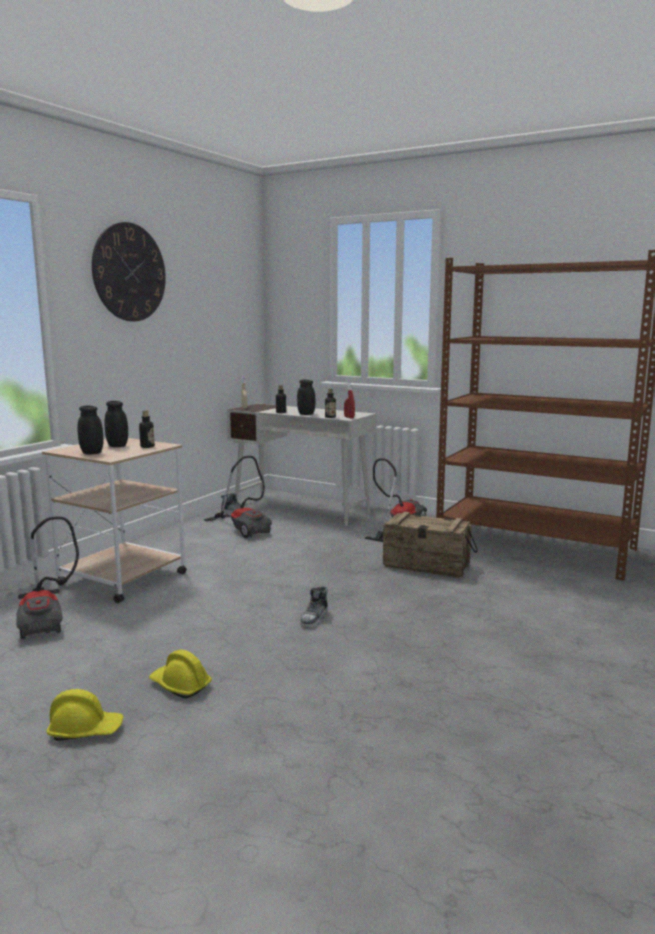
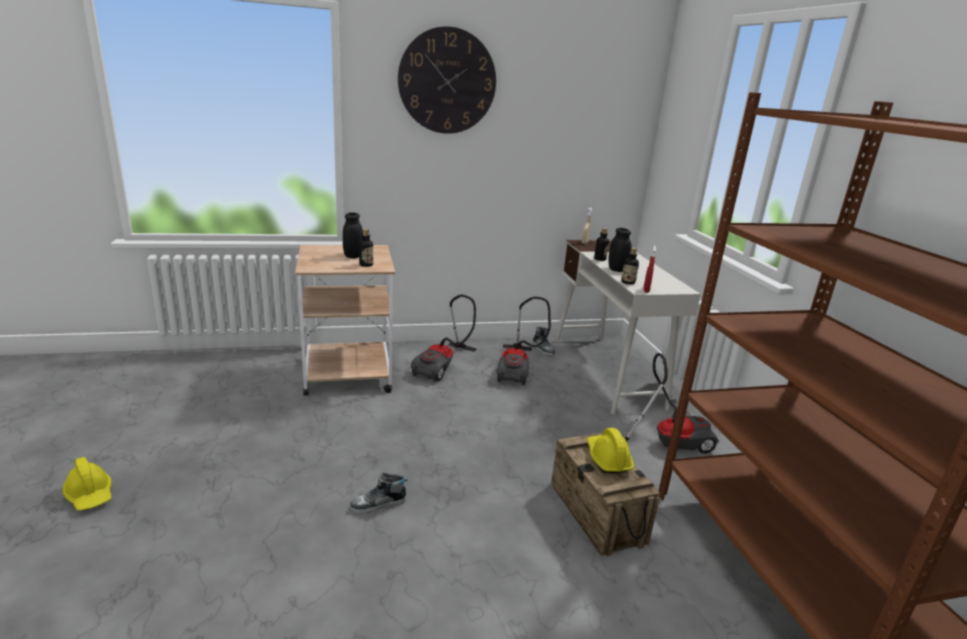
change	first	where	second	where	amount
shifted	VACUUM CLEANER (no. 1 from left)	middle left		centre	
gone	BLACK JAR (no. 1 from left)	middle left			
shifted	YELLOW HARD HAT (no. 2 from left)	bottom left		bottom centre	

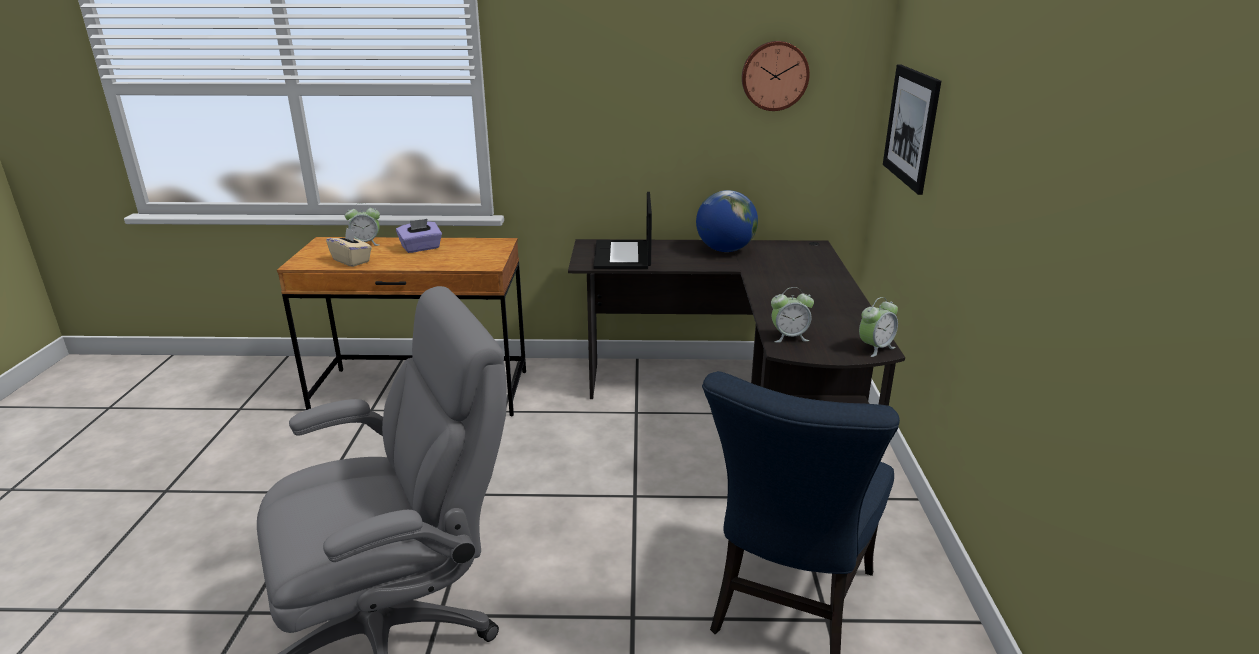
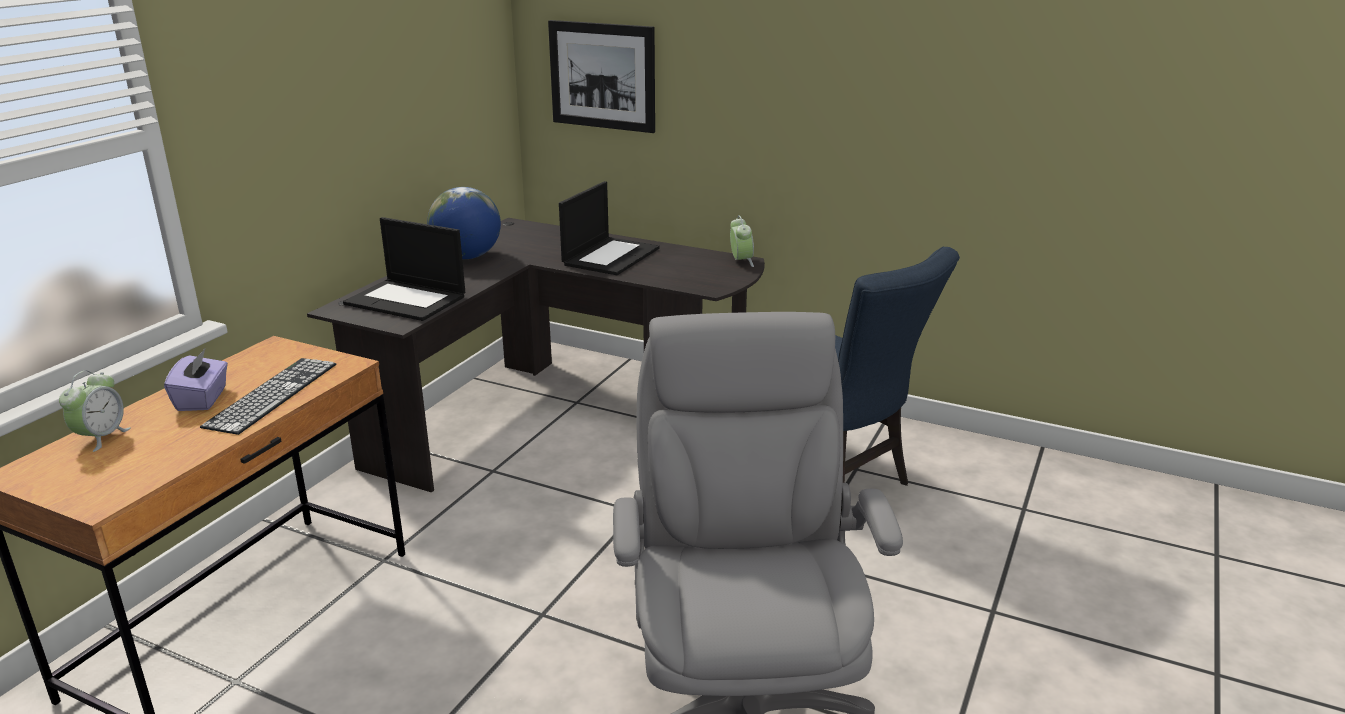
change	first	where	second	where	amount
gone	BEIGE TISSUE BOX	middle left			
gone	WALL CLOCK	top centre			
gone	ALARM CLOCK (no. 2 from left)	centre			
new			KEYBOARD	middle left	
new			LAPTOP (no. 2 from left)	top centre	

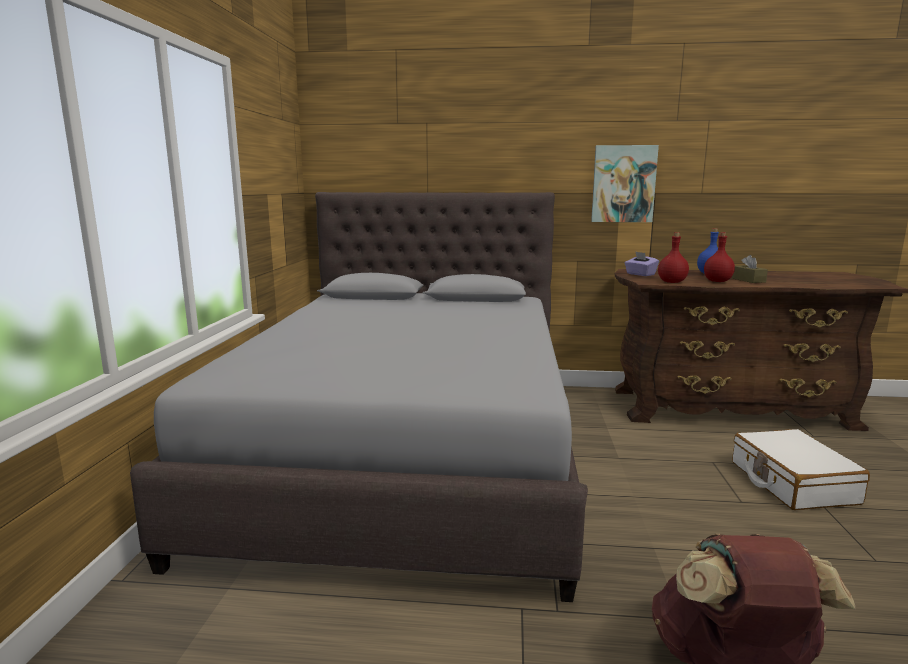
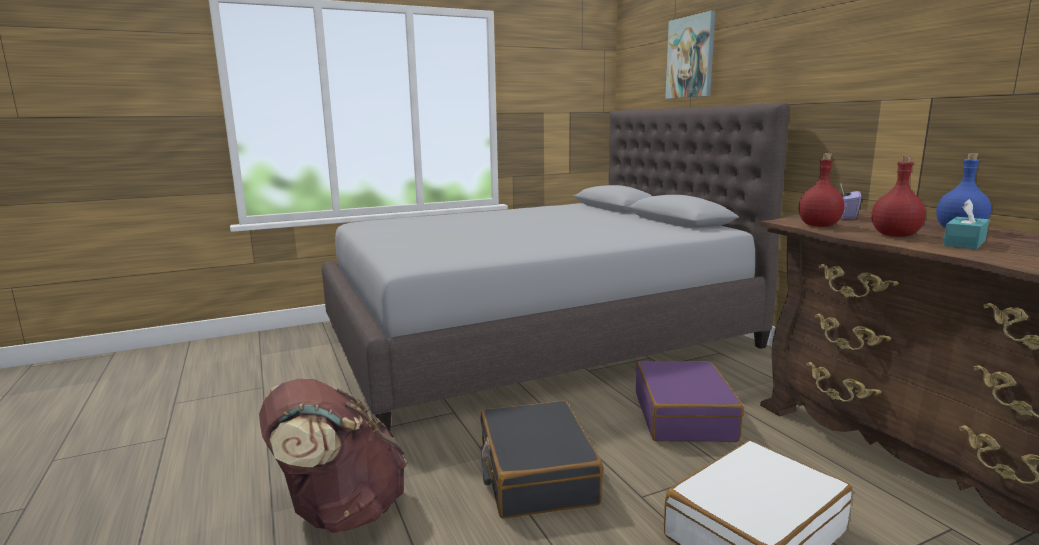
change	first	where	second	where	amount
shifted	PICTURE	top right		top centre	
repainted	BROWN TISSUE BOX	middle right	TURQUOISE TISSUE BOX	middle right	
new			BLACK SUITCASE	bottom centre	
new			PURPLE SUITCASE	bottom centre	

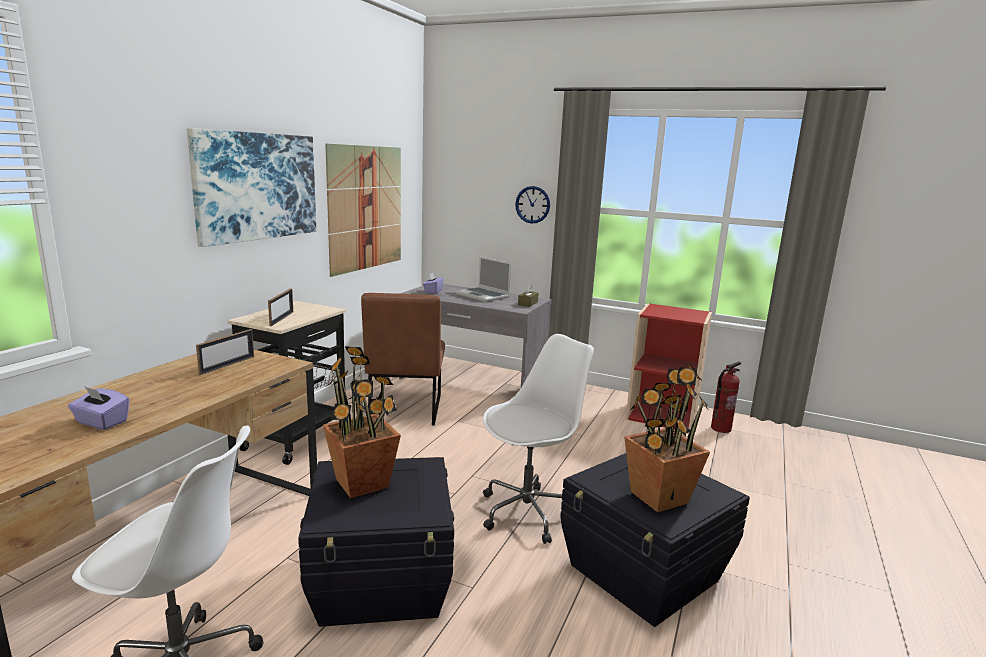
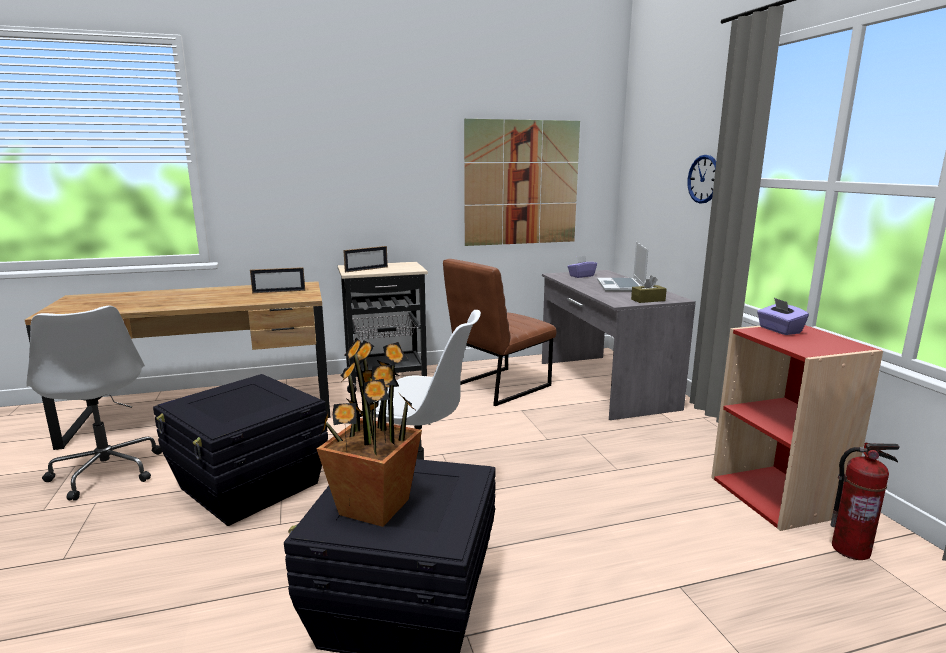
change	first	where	second	where	amount
shifted	PURPLE TISSUE BOX (no. 1 from left in the first image)	middle left	PURPLE TISSUE BOX (no. 2 from left)	middle right	
gone	PICTURE (no. 1 from left)	top left			
gone	POTTED PLANT (no. 1 from left)	centre			

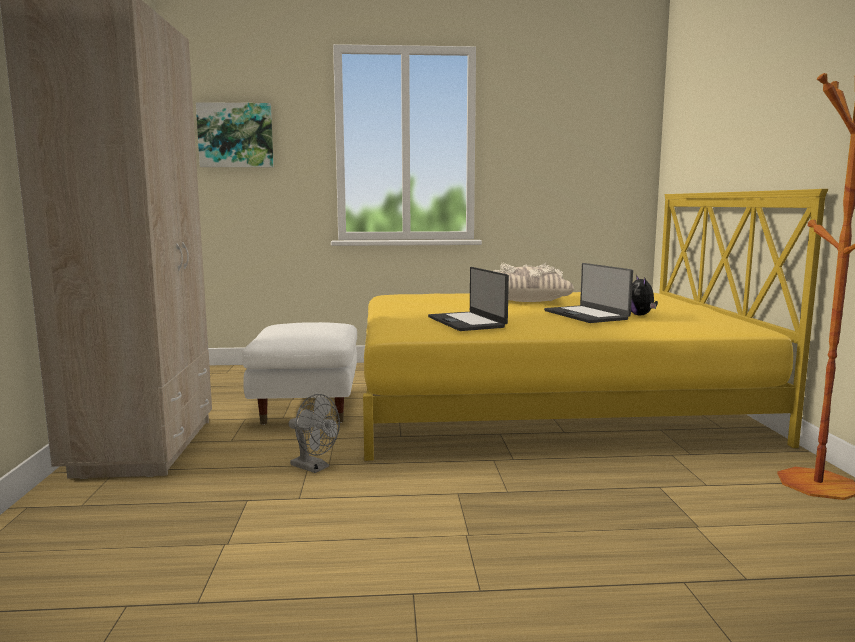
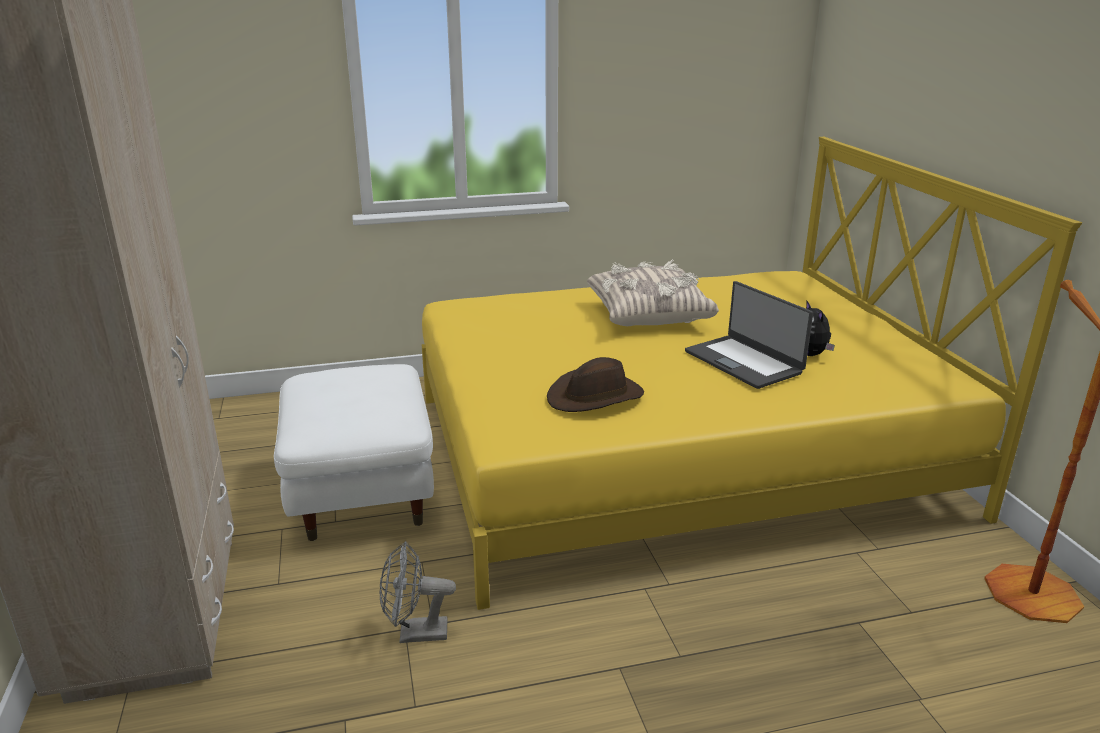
change	first	where	second	where	amount
gone	PICTURE	top left			
rotated	GREY FAN	bottom centre		bottom centre	150 degrees clockwise
swapped	LAPTOP (no. 1 from left)	centre	BROWN HAT	centre	

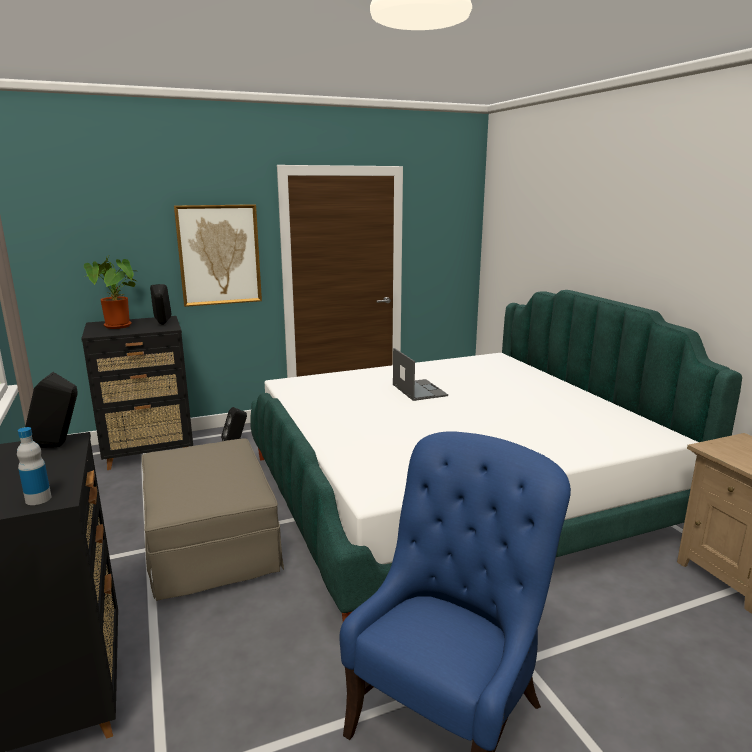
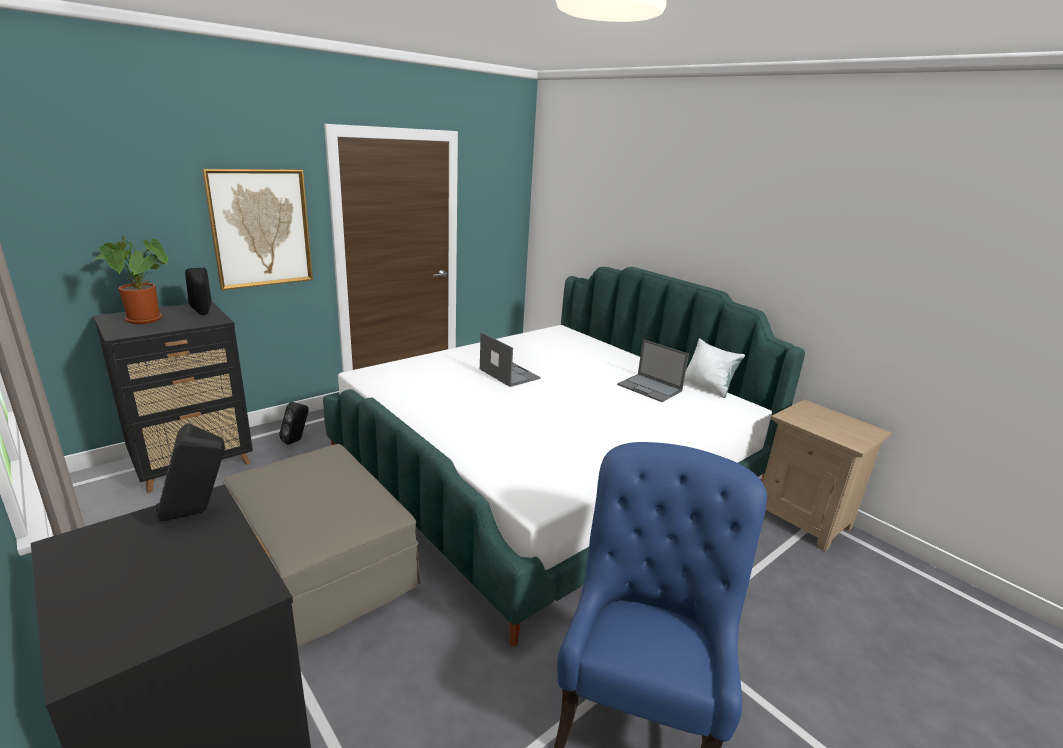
change	first	where	second	where	amount
gone	BOTTLE	middle left			
new			LAPTOP (no. 2 from left)	centre	
new			WHITE PILLOW	middle right	

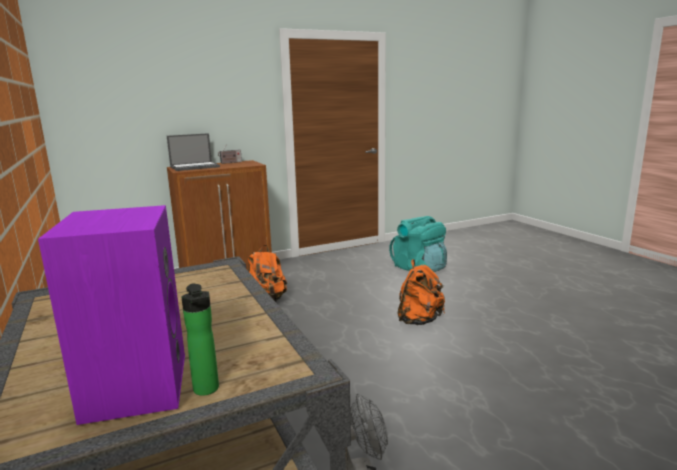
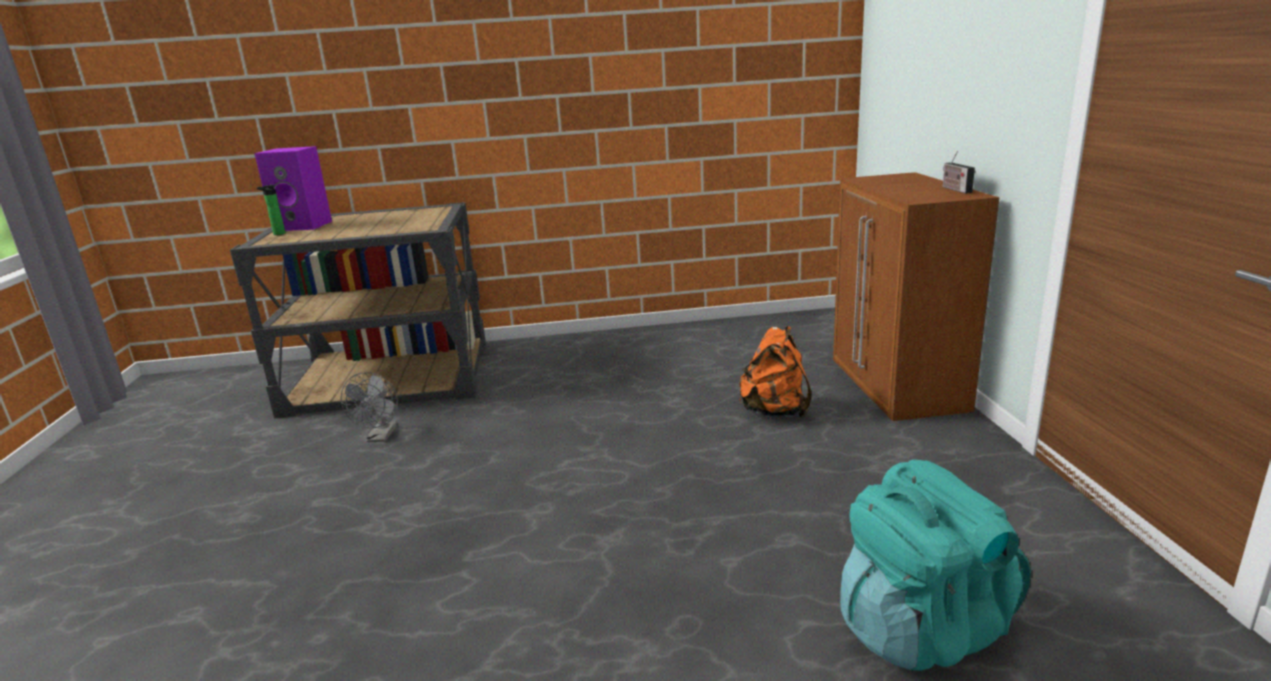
change	first	where	second	where	amount
gone	LAPTOP	top left			
gone	ORANGE BACKPACK (no. 2 from left)	centre			

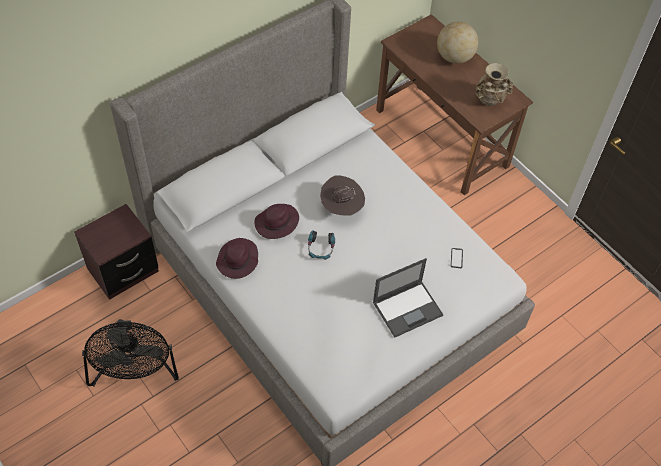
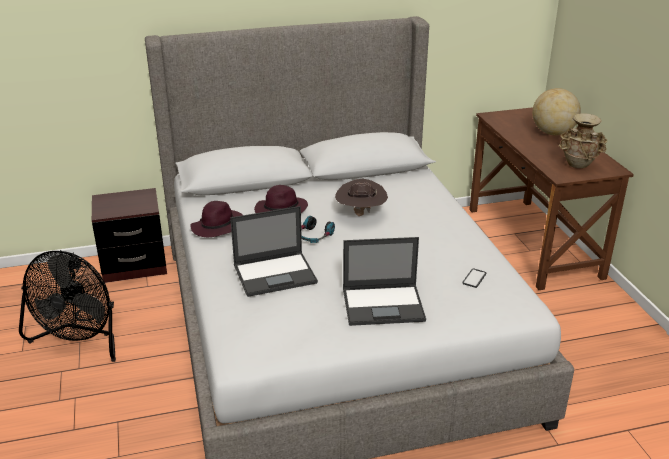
change	first	where	second	where	amount
new			LAPTOP (no. 1 from left)	centre	

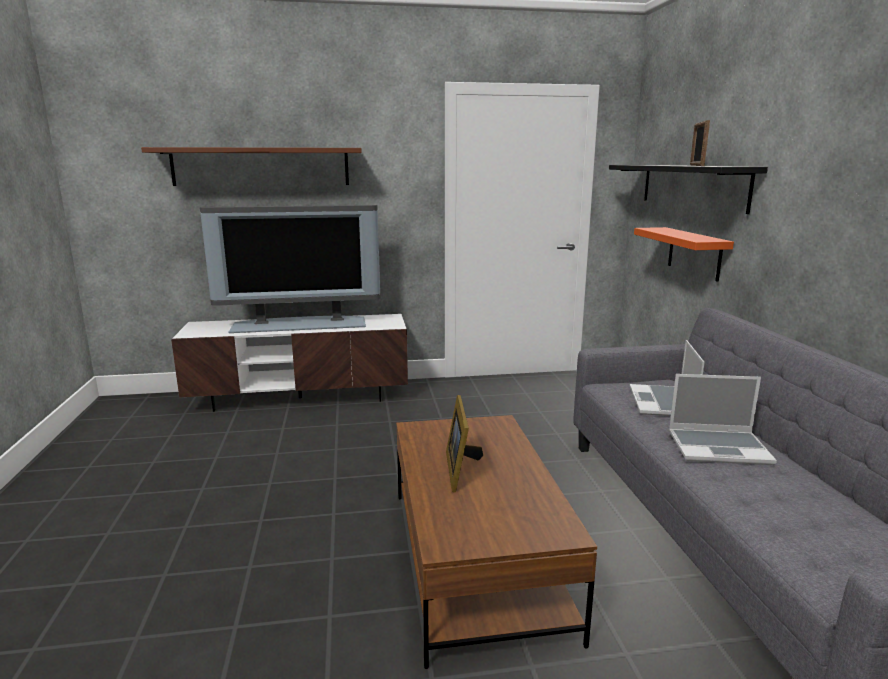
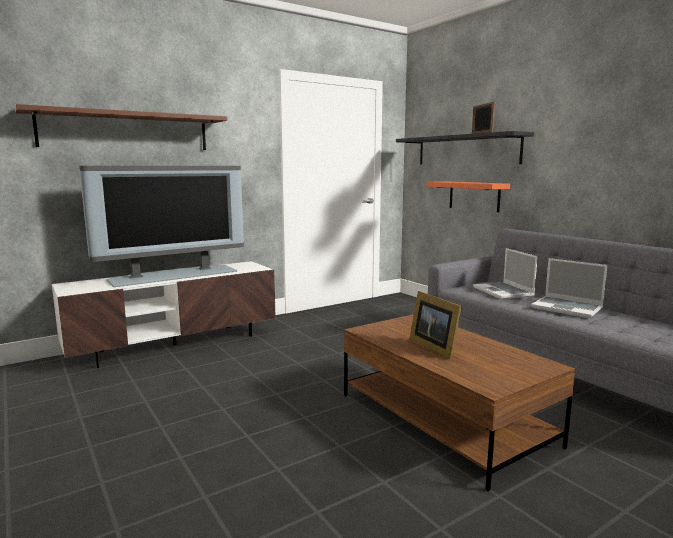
change	first	where	second	where	amount
rotated	LAPTOP (no. 2 from left)	middle right		middle right	60 degrees clockwise

